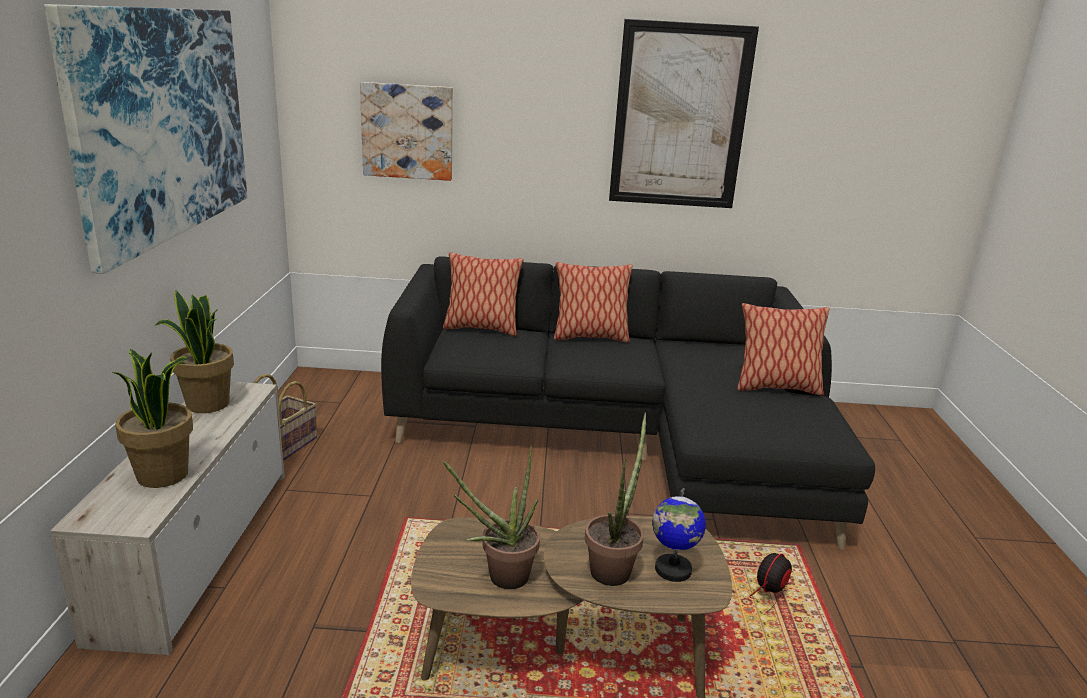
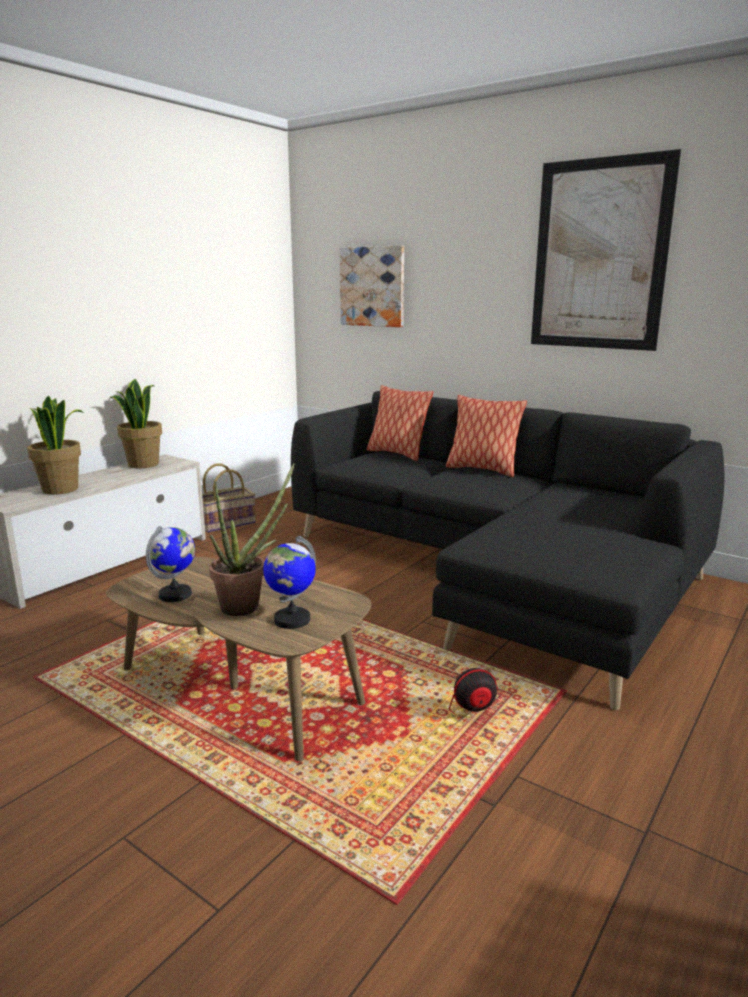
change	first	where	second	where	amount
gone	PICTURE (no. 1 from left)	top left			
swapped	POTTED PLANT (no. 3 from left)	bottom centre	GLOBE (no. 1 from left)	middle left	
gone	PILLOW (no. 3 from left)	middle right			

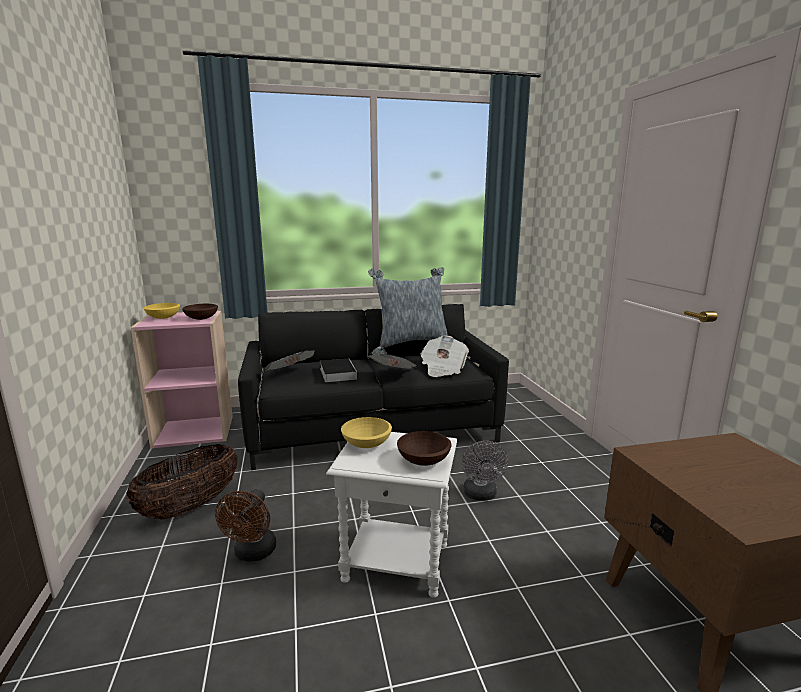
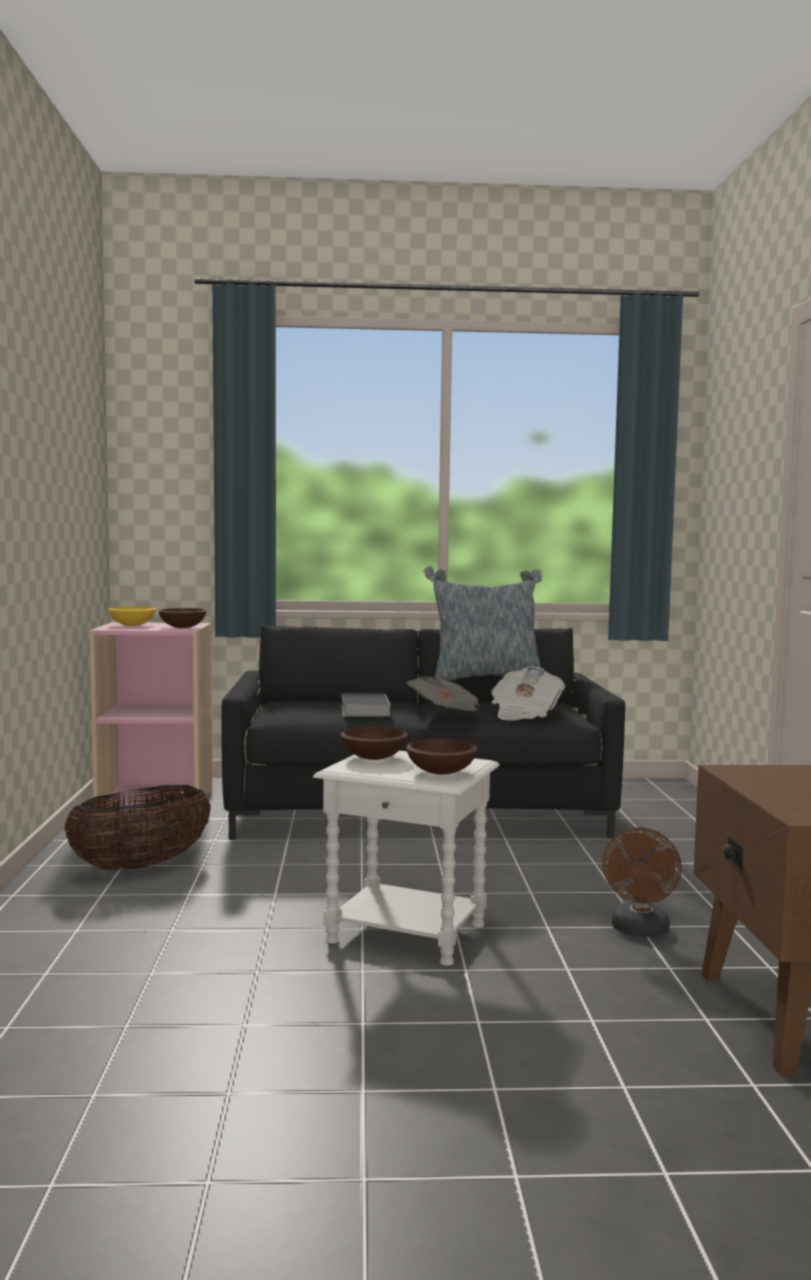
change	first	where	second	where	amount
shifted	BROWN FAN	bottom left		bottom right	
gone	NEWSPAPER (no. 1 from left)	centre			
repainted	YELLOW BOWL (no. 2 from left)	centre	BROWN BOWL (no. 2 from left)	centre	
gone	GREY FAN	bottom centre			

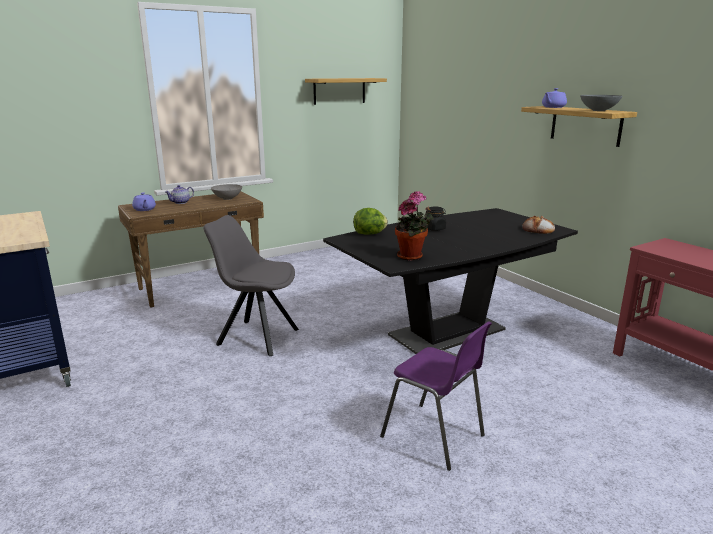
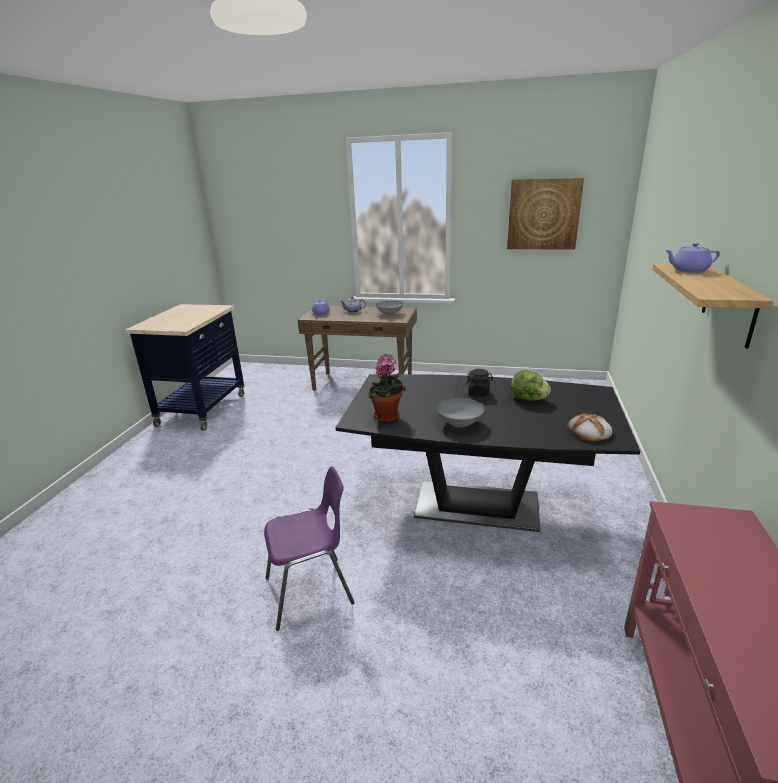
change	first	where	second	where	amount
gone	GREY CHAIR	centre			
swapped	SHELF (no. 1 from left)	top centre	PICTURE	top right	
shifted	LETTUCE	centre		middle right	
rotated	PURPLE CHAIR	bottom centre		bottom centre	105 degrees counterclockwise
shifted	GREY BOWL (no. 2 from left)	top right		centre	

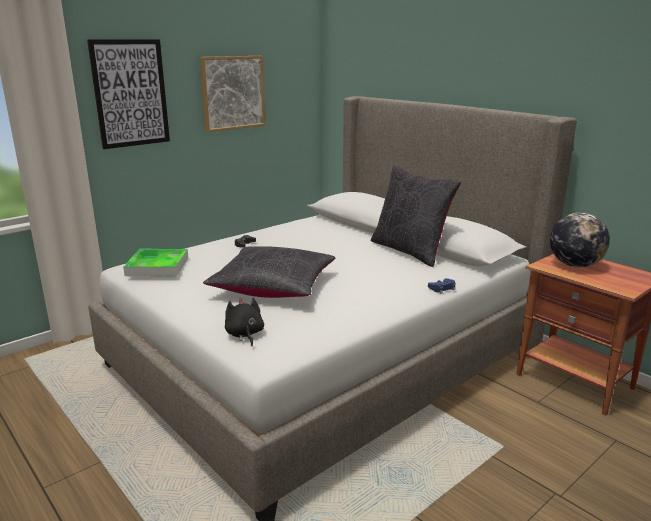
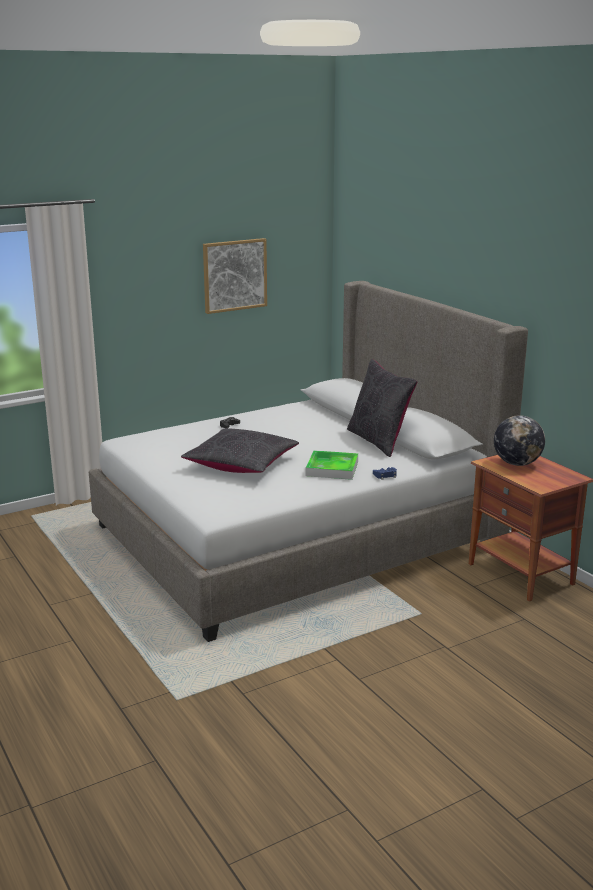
change	first	where	second	where	amount
gone	PICTURE (no. 1 from left)	top left			
shifted	TRAY	middle left		centre	
gone	BLACK PLUSH TOY	centre			

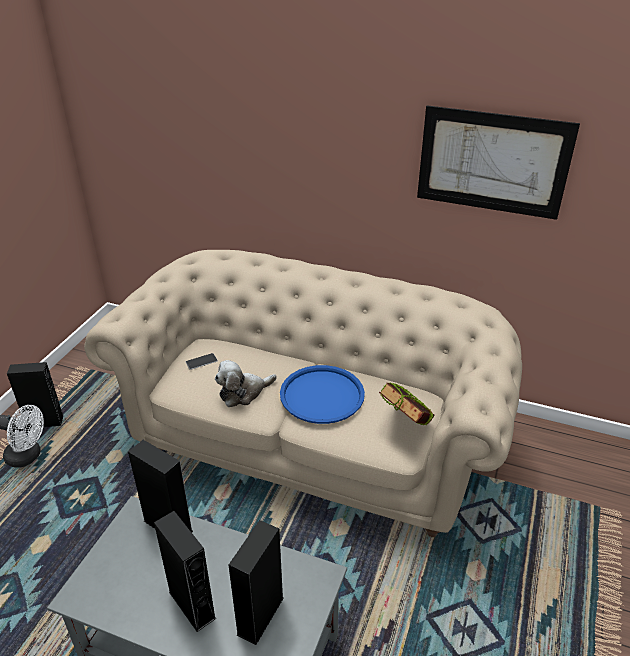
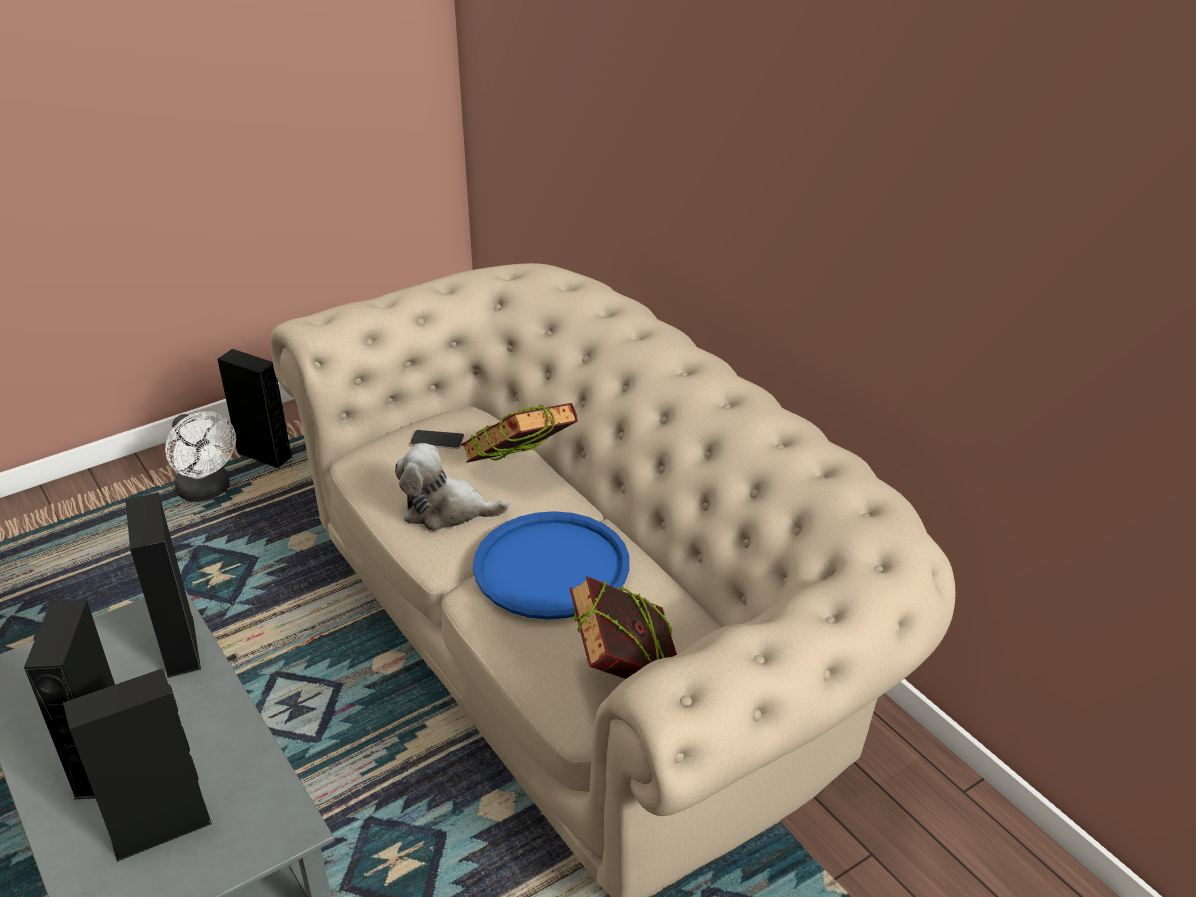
change	first	where	second	where	amount
gone	PICTURE	top right			
new			BOOK (no. 1 from left)	centre	

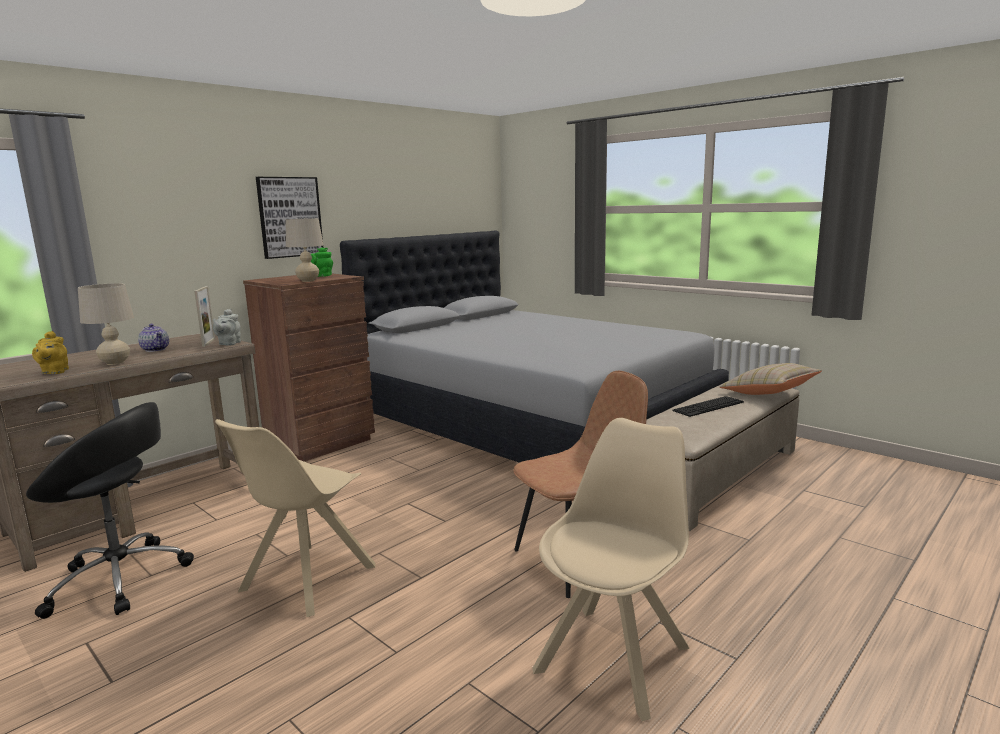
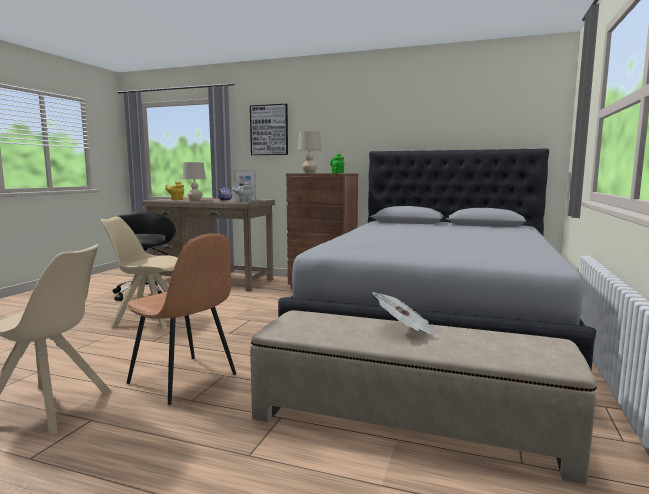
change	first	where	second	where	amount
shifted	PICTURE	top left		top centre	
swapped	KEYBOARD	middle right	NEWSPAPER	centre	
gone	BEIGE PILLOW	middle right			

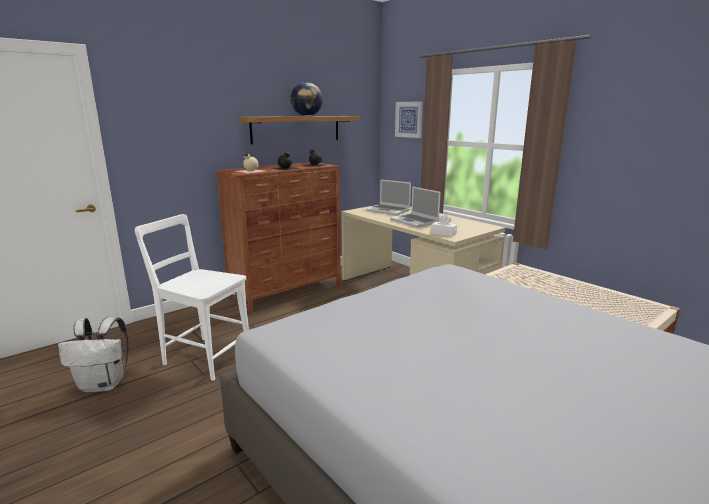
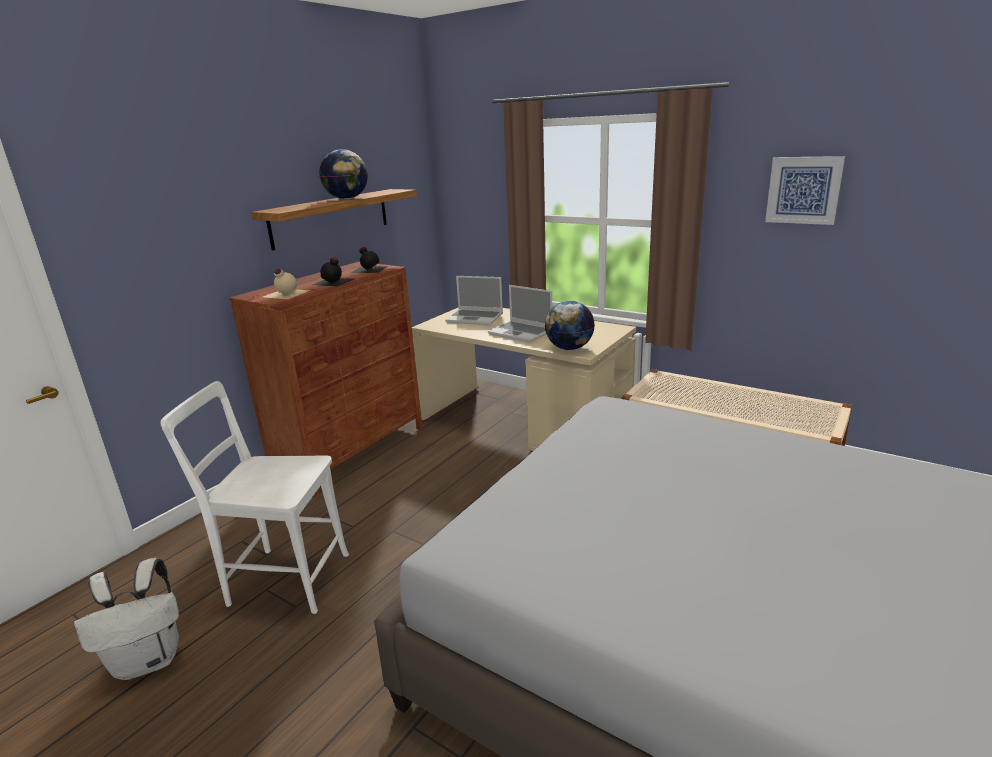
change	first	where	second	where	amount
shifted	PICTURE	top centre		top right	
swapped	WHITE TISSUE BOX	centre	GLOBE (no. 2 from left)	centre	

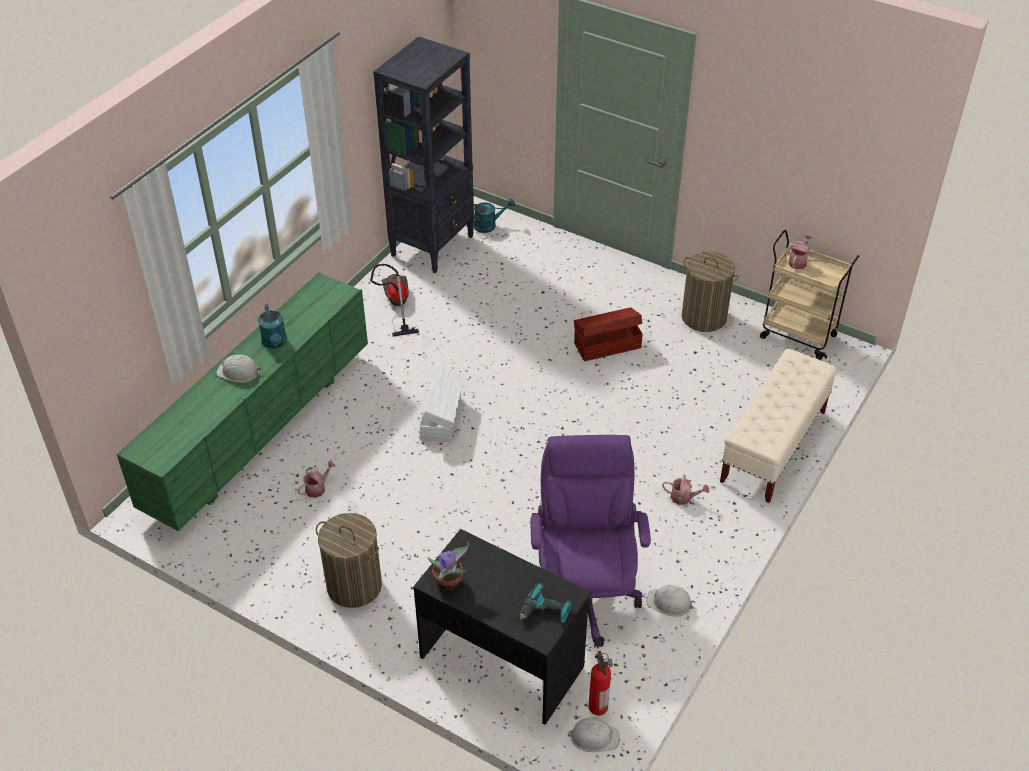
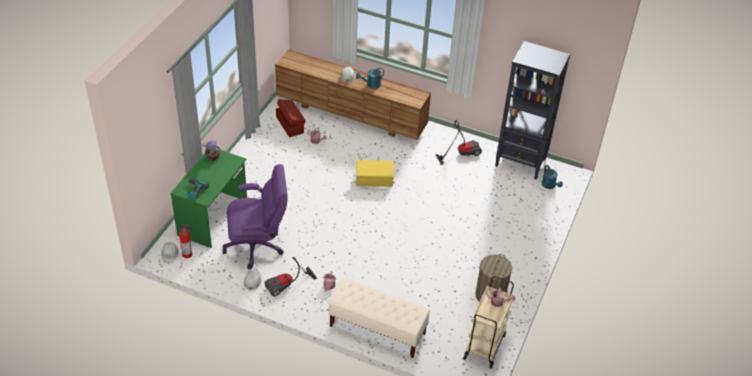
change	first	where	second	where	amount
repainted	GREEN CABINET	middle left	BROWN CABINET	top centre	
gone	LAUNDRY BASKET (no. 1 from left)	bottom centre			
repainted	BLACK DESK	bottom centre	GREEN DESK	middle left	
repainted	WHITE STORAGE BOX	centre	YELLOW STORAGE BOX	centre	
shifted	BROWN STORAGE BOX	centre		top centre	
new			VACUUM CLEANER (no. 1 from left)	bottom centre	

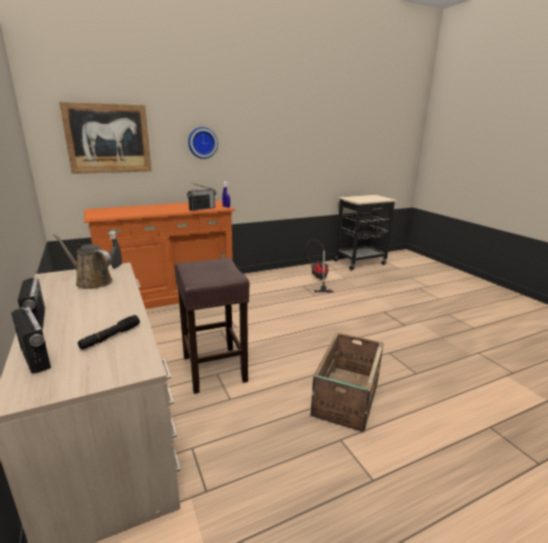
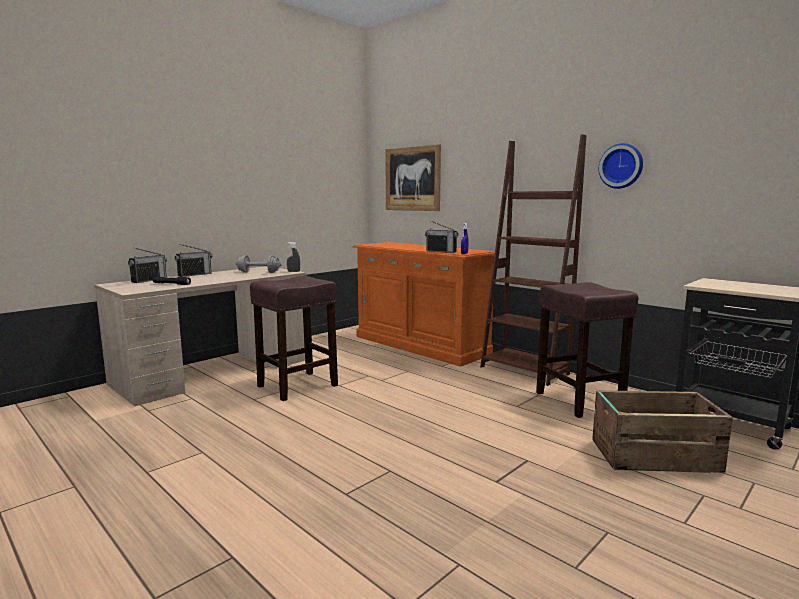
change	first	where	second	where	amount
swapped	BROWN WATERING CAN	middle left	GREY DUMBBELL	middle left	
shifted	WALL CLOCK	top centre		top right	
swapped	VACUUM CLEANER	centre	BROWN STOOL (no. 2 from left)	middle right	
shifted	CRATE	bottom centre		bottom right	
new			BROWN BOOKCASE	middle right	

